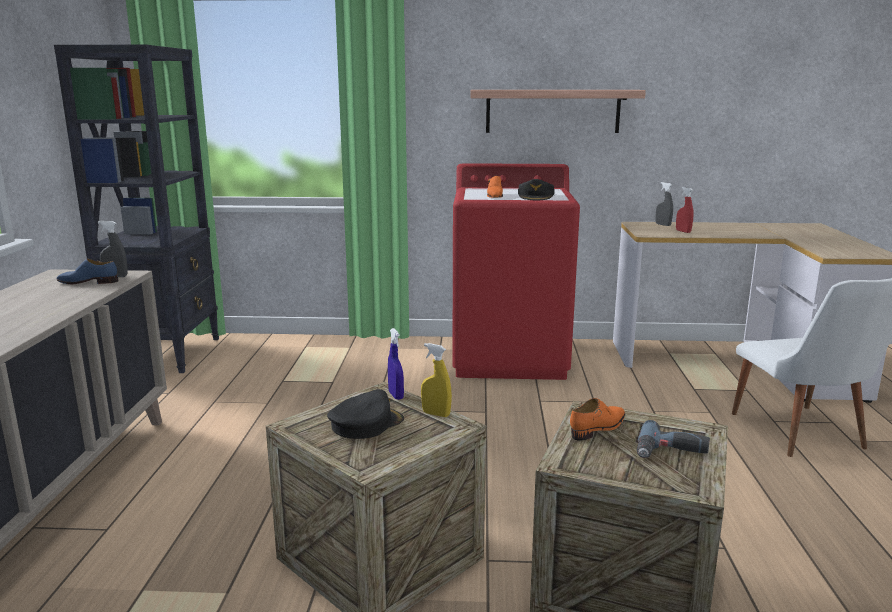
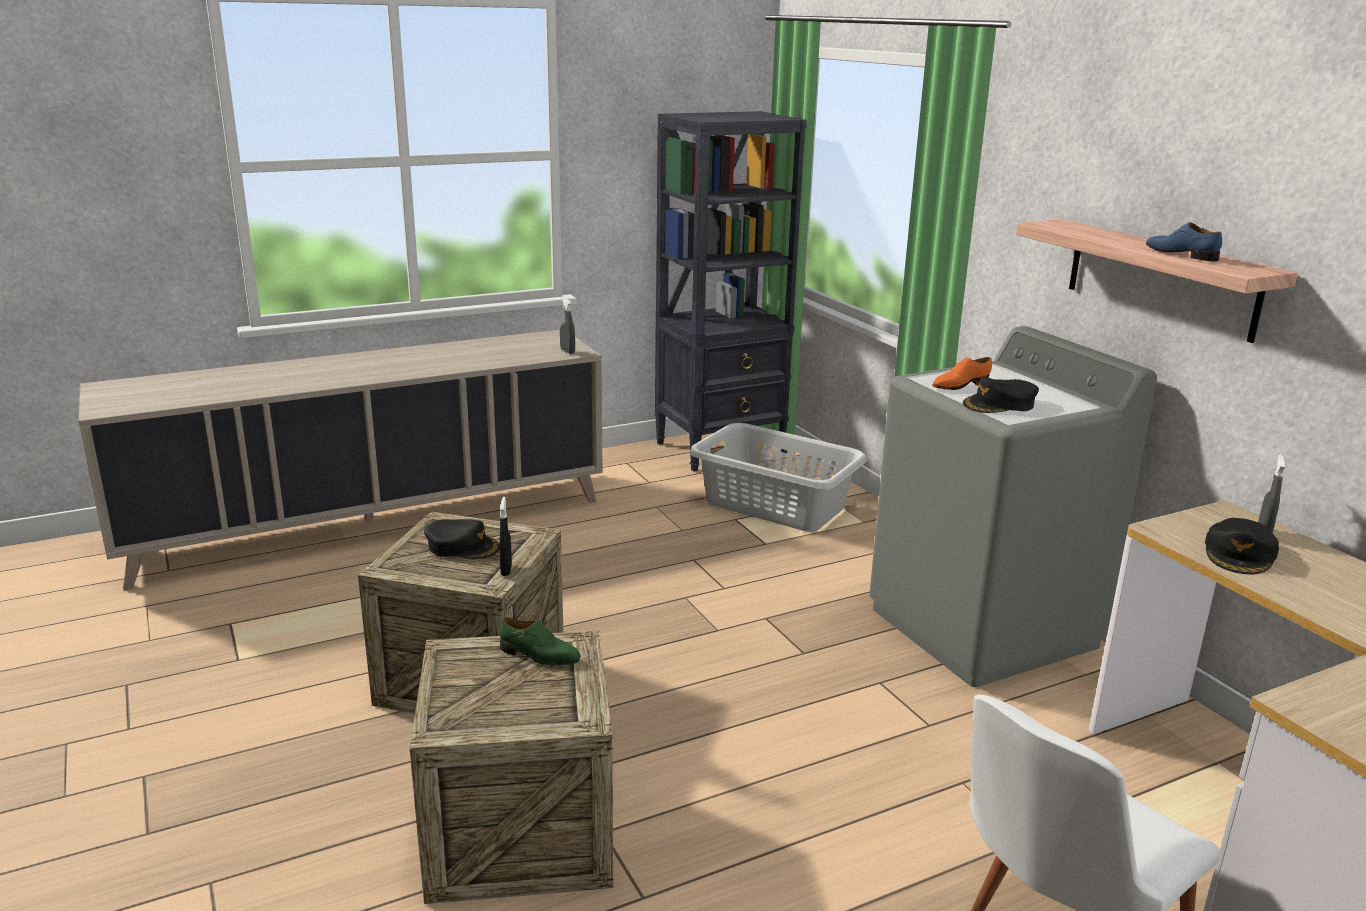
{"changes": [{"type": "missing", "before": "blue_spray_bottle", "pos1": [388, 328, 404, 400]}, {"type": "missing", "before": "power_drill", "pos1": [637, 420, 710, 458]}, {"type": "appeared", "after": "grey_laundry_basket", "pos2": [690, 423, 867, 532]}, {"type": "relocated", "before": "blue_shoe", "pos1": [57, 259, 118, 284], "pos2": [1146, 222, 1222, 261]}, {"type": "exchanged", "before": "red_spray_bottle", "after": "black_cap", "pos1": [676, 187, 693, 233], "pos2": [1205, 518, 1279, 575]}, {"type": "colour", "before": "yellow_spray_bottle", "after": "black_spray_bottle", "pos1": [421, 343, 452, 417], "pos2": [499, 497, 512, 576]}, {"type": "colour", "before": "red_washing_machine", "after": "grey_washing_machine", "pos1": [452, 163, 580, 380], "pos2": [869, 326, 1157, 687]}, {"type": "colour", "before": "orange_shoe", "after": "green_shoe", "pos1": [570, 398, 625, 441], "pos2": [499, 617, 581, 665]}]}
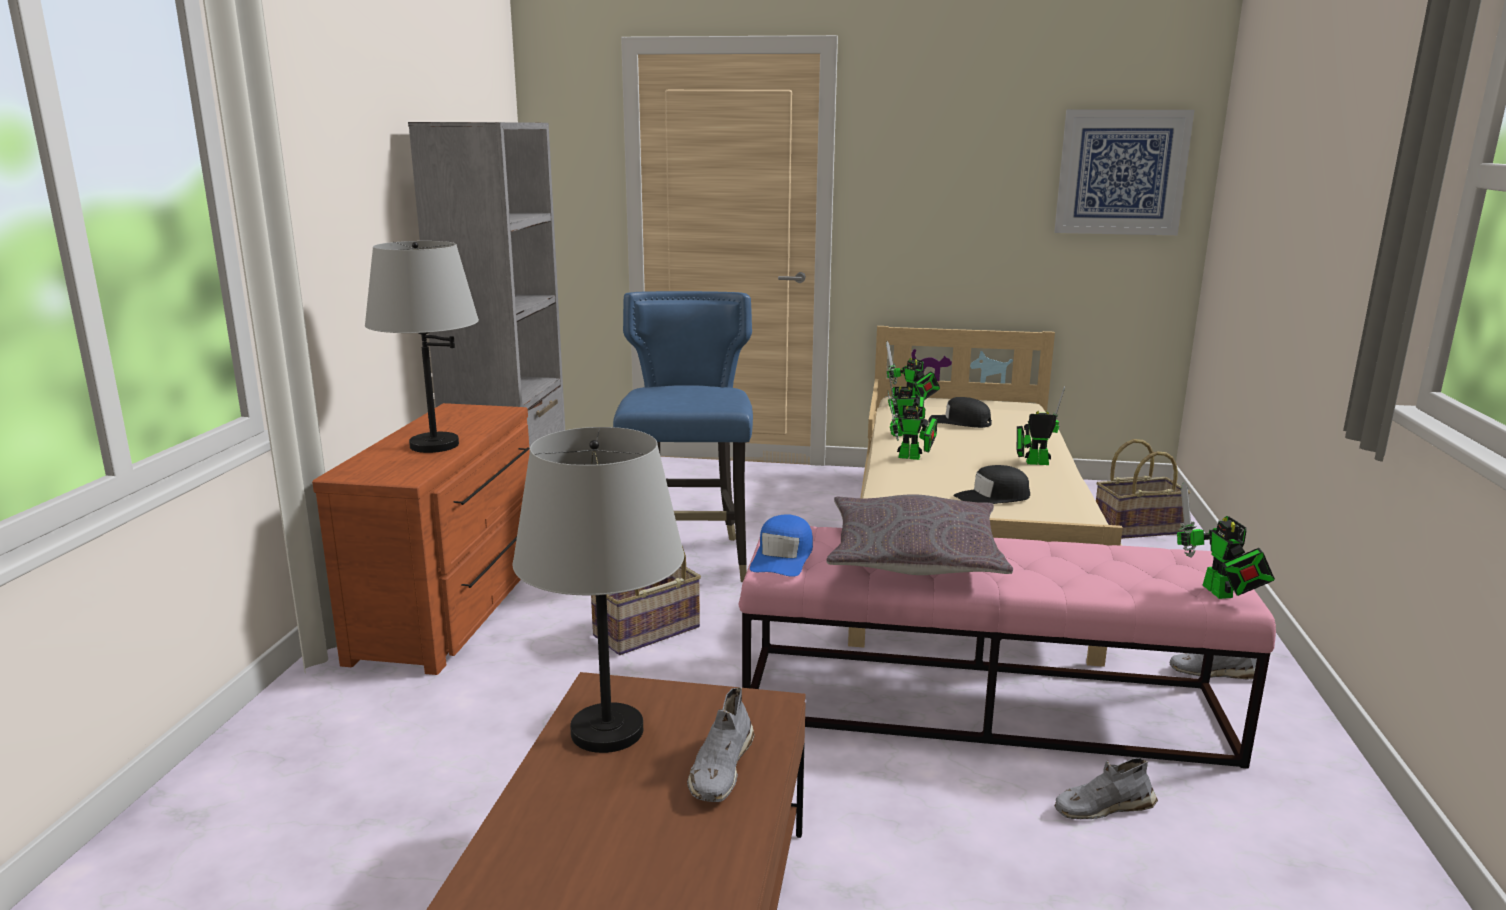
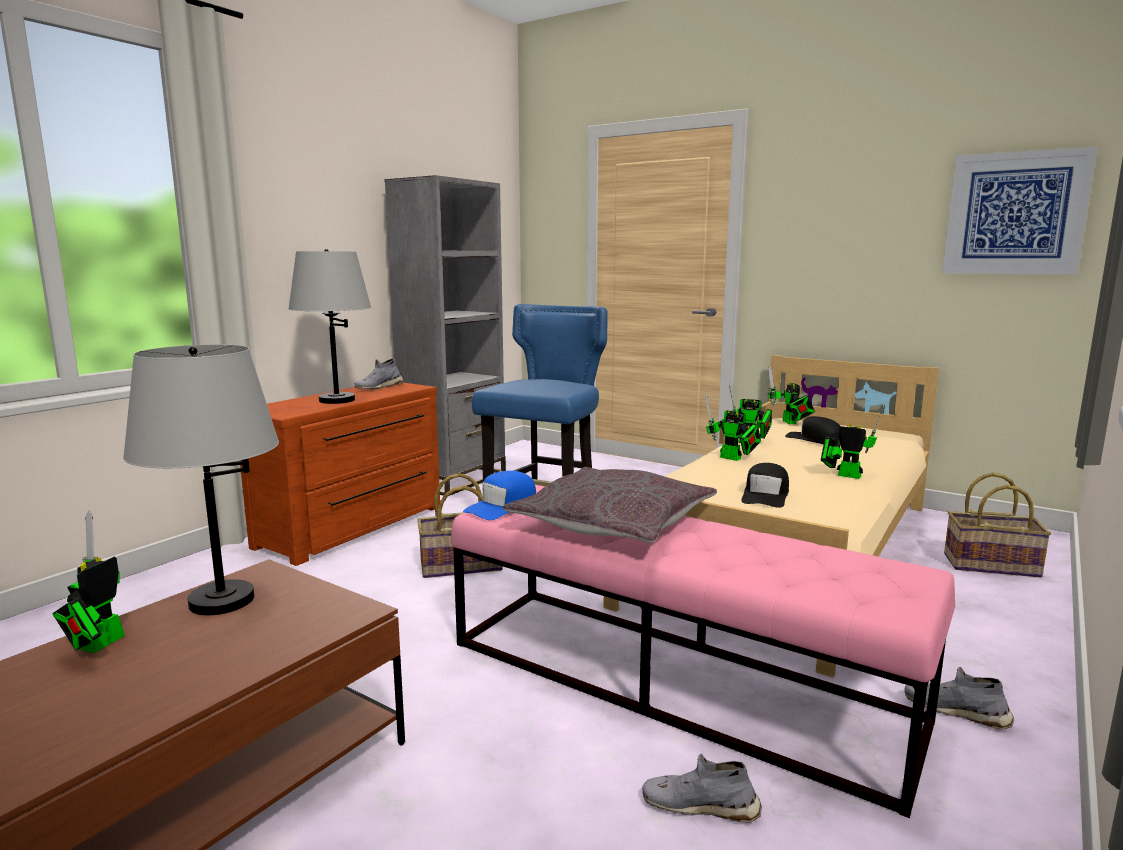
{"changes": [{"type": "relocated", "before": "grey_shoe", "pos1": [687, 687, 755, 802], "pos2": [354, 359, 404, 389]}, {"type": "relocated", "before": "toy_robot", "pos1": [1177, 482, 1275, 599], "pos2": [53, 511, 125, 653]}, {"type": "spun", "before": "black_cap", "pos1": [953, 465, 1030, 504], "pos2": [741, 463, 789, 508], "turn": -75}]}
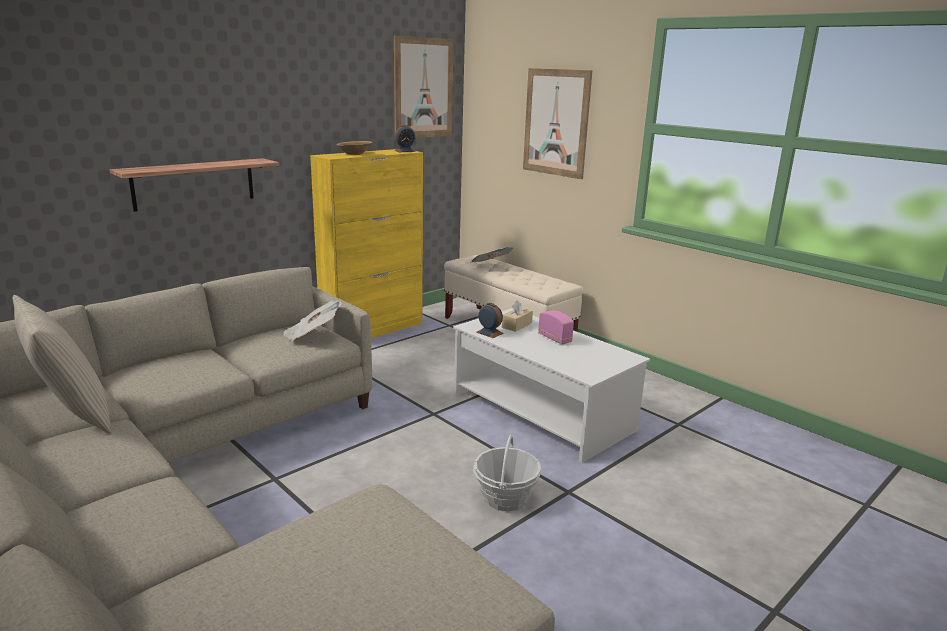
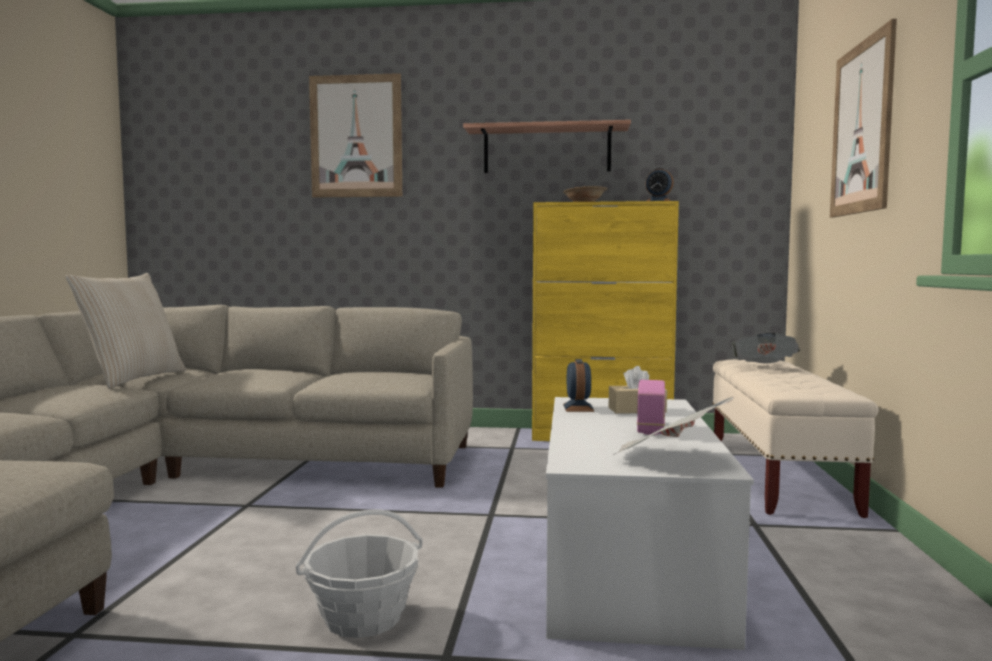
{"changes": [{"type": "relocated", "before": "shelf", "pos1": [110, 158, 279, 212], "pos2": [463, 120, 631, 173]}, {"type": "relocated", "before": "newspaper", "pos1": [283, 301, 342, 341], "pos2": [613, 397, 734, 455]}, {"type": "relocated", "before": "picture", "pos1": [394, 36, 454, 138], "pos2": [309, 73, 402, 198]}]}
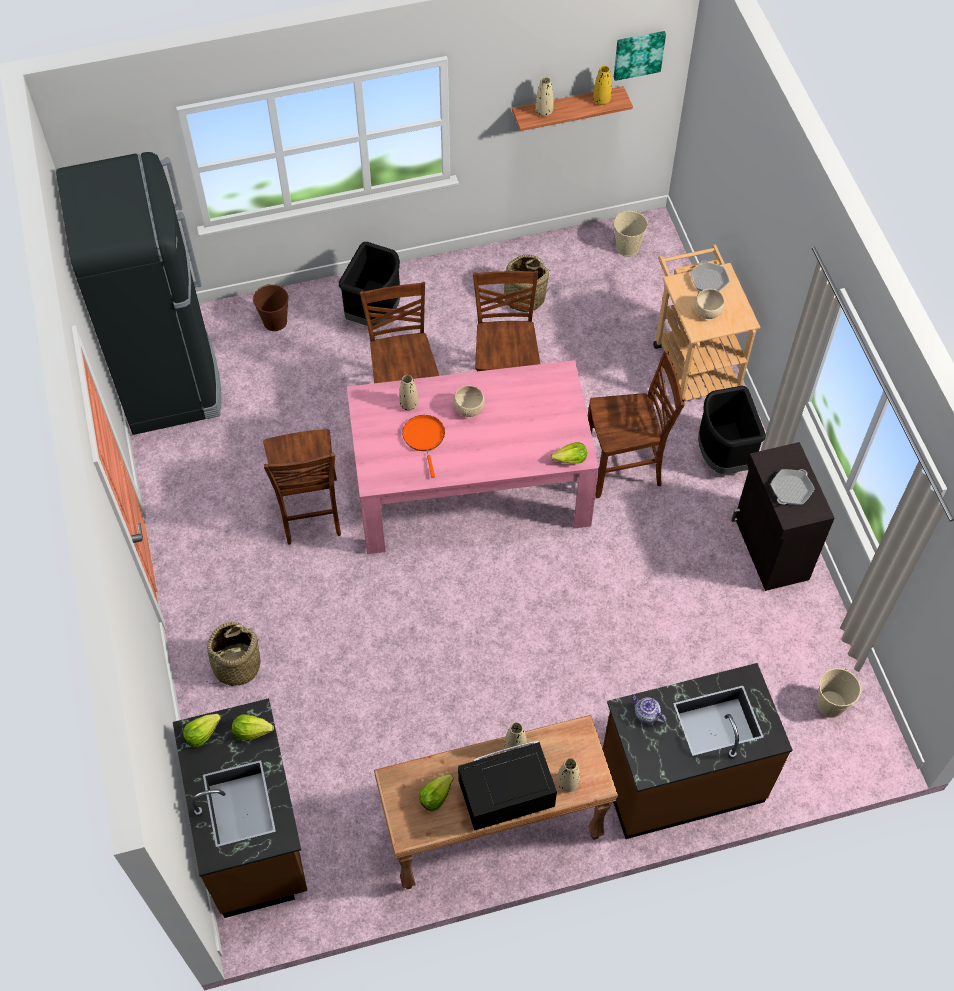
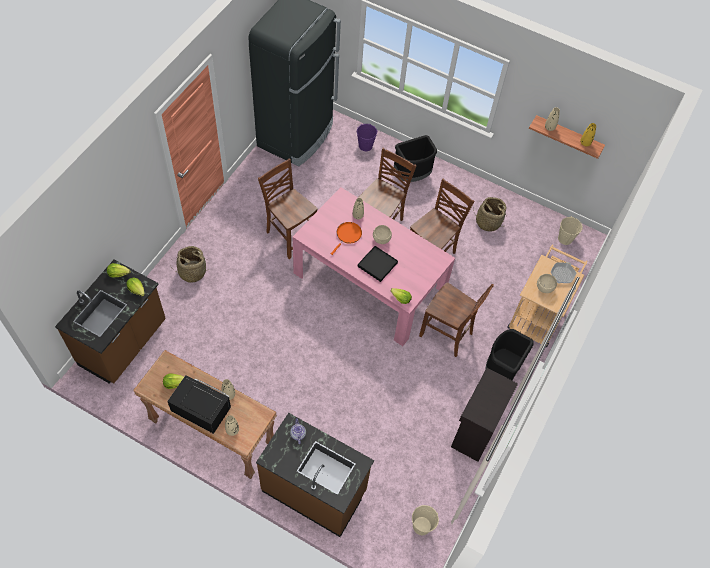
{"changes": [{"type": "missing", "before": "picture", "pos1": [614, 31, 666, 81]}, {"type": "missing", "before": "frying_pan", "pos1": [770, 469, 815, 505]}, {"type": "appeared", "after": "black_tray", "pos2": [357, 246, 398, 282]}, {"type": "colour", "before": "brown_bucket", "after": "purple_bucket", "pos1": [253, 284, 289, 331], "pos2": [356, 123, 378, 151]}, {"type": "spun", "before": "brown_chair", "pos1": [263, 429, 341, 545], "pos2": [258, 158, 318, 259], "turn": 105}]}
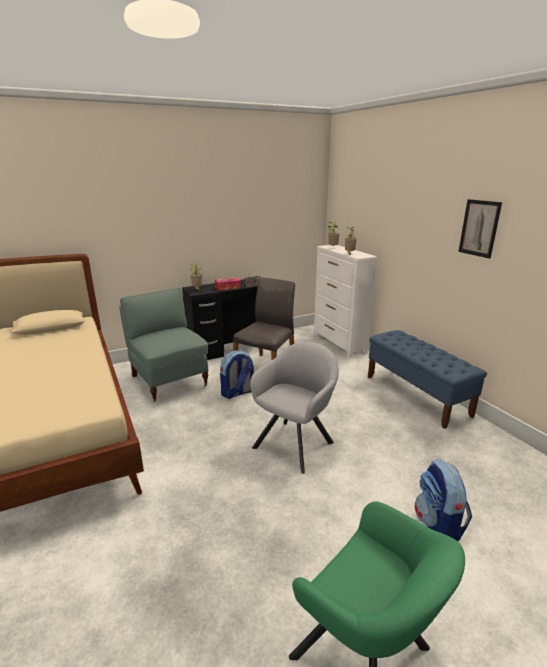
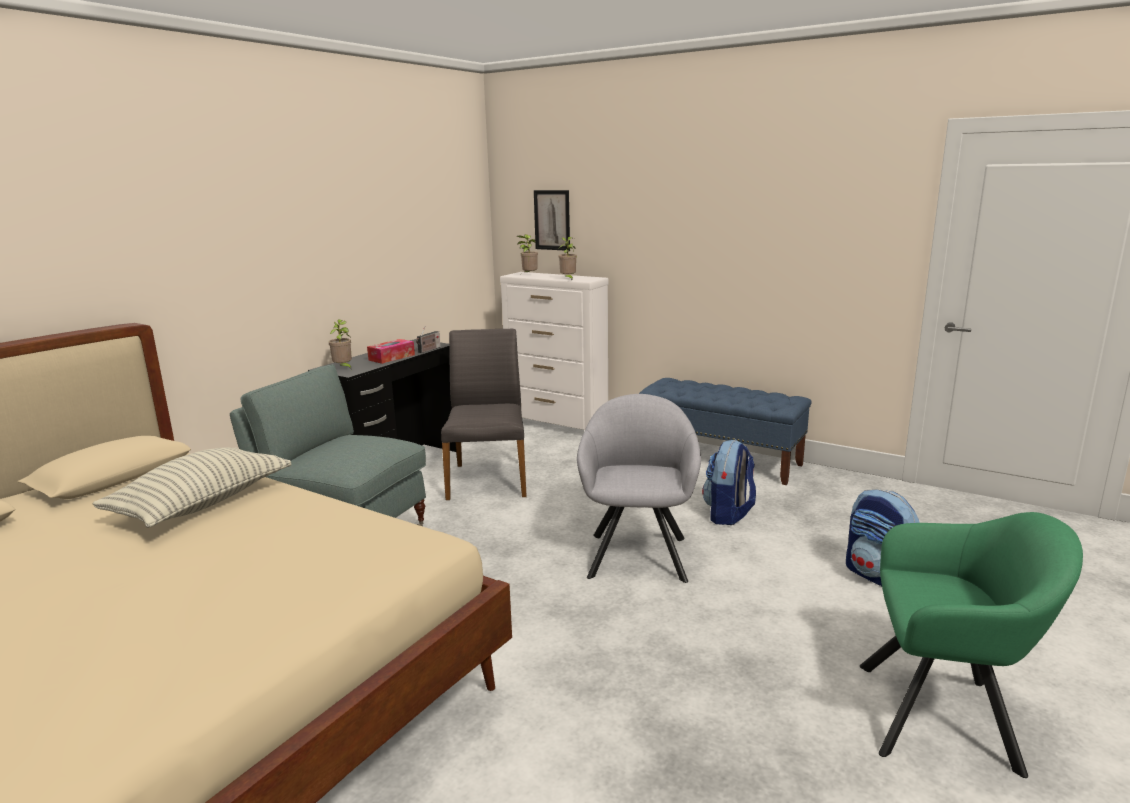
{"changes": [{"type": "appeared", "after": "pillow", "pos2": [92, 447, 291, 528]}, {"type": "relocated", "before": "backpack", "pos1": [220, 350, 254, 399], "pos2": [702, 439, 756, 525]}, {"type": "relocated", "before": "picture", "pos1": [458, 199, 502, 259], "pos2": [534, 190, 570, 251]}]}
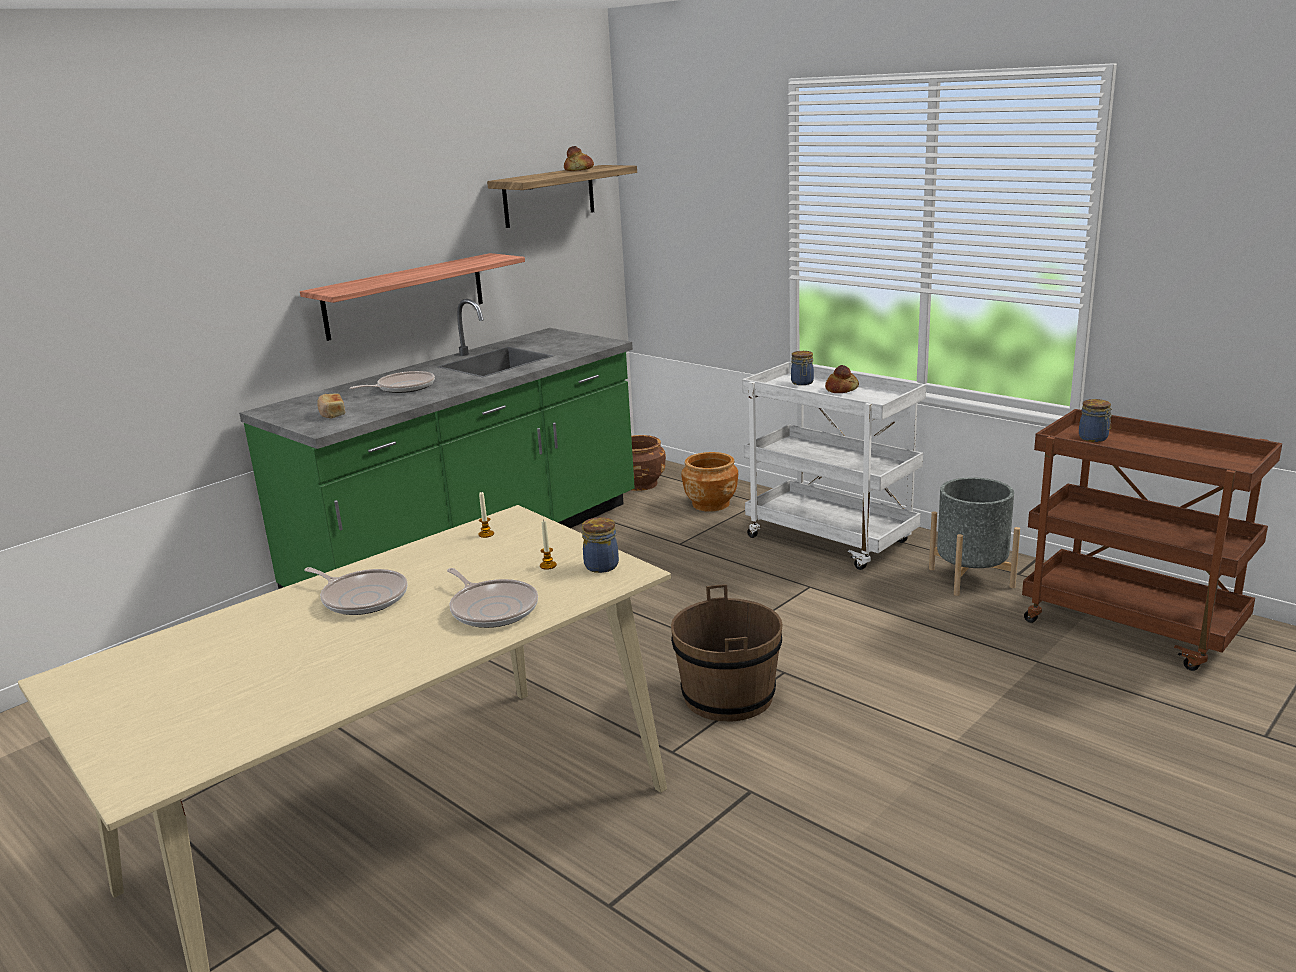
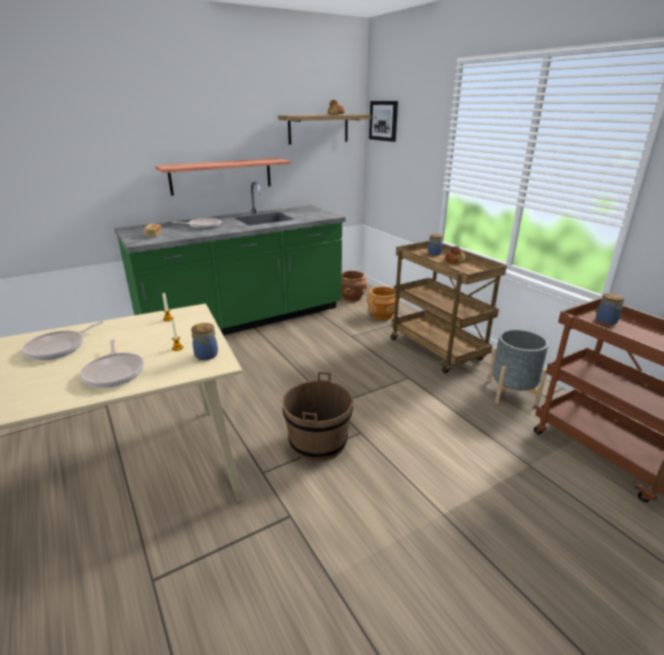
{"changes": [{"type": "appeared", "after": "picture", "pos2": [369, 101, 398, 142]}, {"type": "colour", "before": "white_cart", "after": "brown_cart", "pos1": [742, 362, 926, 570], "pos2": [391, 241, 507, 373]}, {"type": "spun", "before": "frying_pan", "pos1": [304, 567, 408, 615], "pos2": [22, 321, 104, 360], "turn": 75}]}
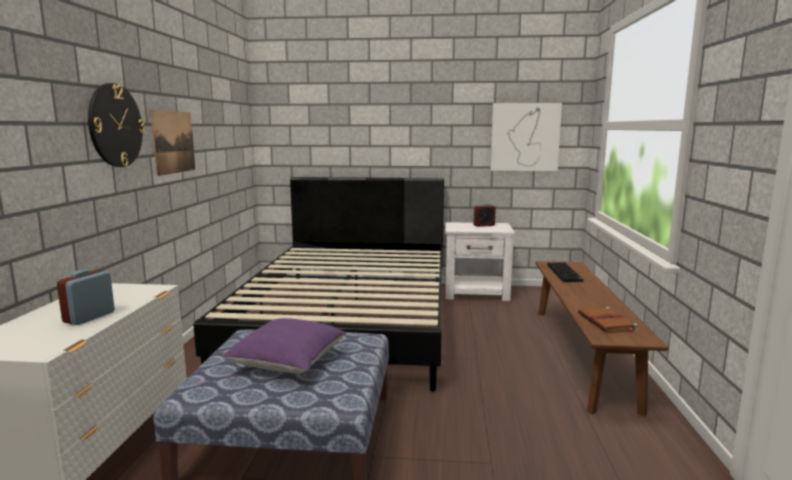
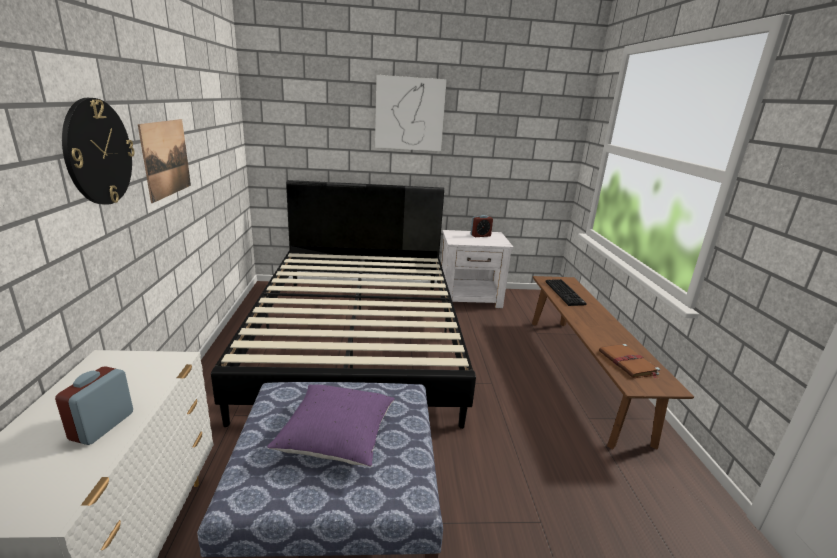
{"changes": [{"type": "relocated", "before": "picture", "pos1": [490, 103, 562, 171], "pos2": [375, 75, 447, 151]}]}
